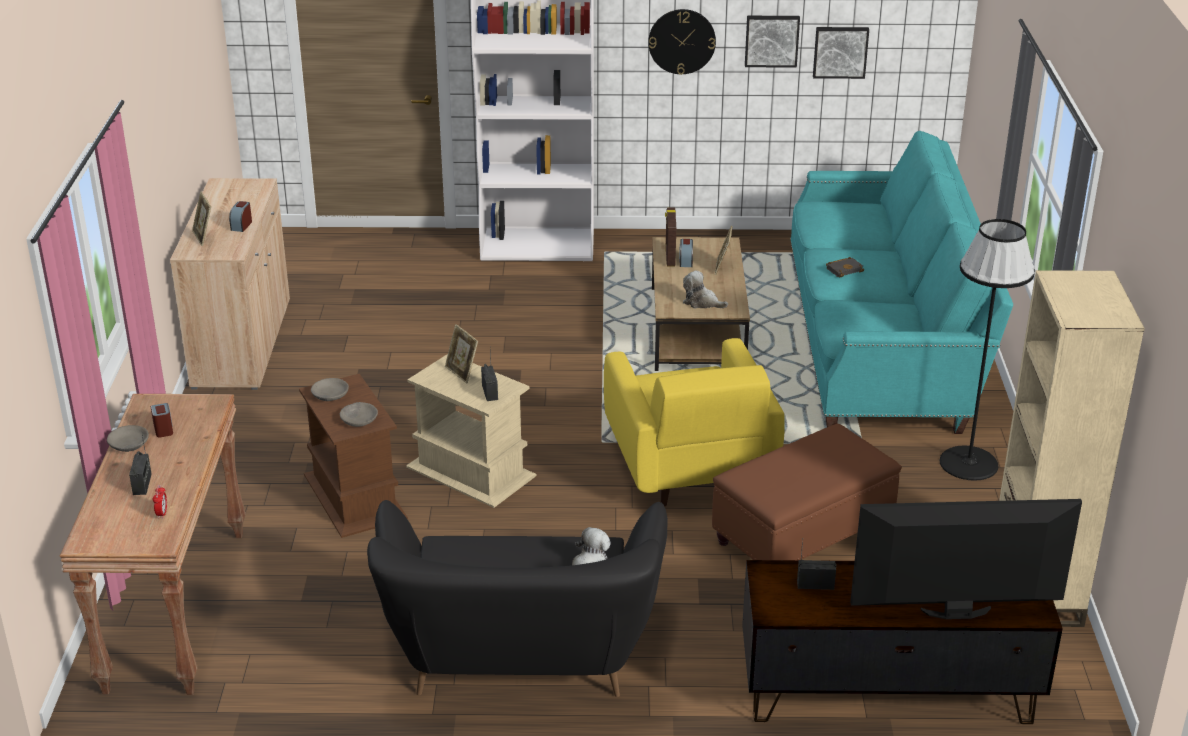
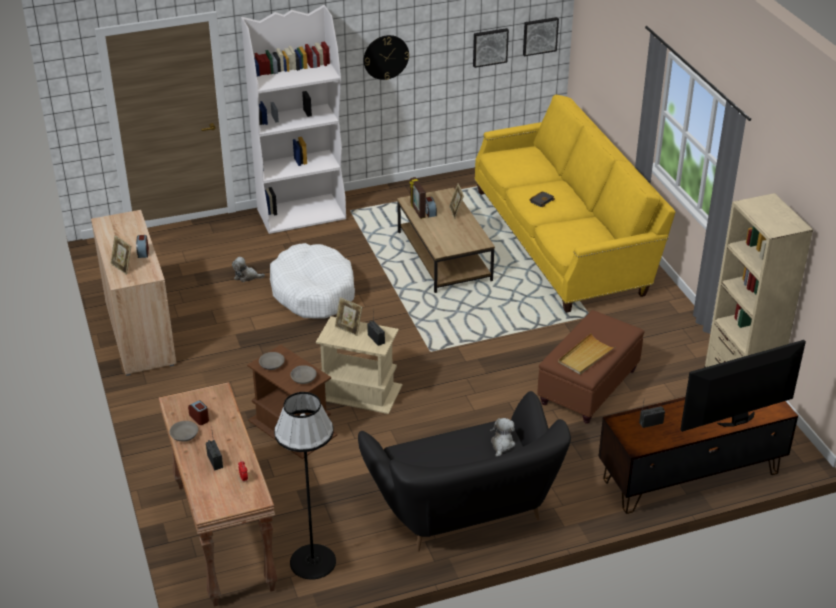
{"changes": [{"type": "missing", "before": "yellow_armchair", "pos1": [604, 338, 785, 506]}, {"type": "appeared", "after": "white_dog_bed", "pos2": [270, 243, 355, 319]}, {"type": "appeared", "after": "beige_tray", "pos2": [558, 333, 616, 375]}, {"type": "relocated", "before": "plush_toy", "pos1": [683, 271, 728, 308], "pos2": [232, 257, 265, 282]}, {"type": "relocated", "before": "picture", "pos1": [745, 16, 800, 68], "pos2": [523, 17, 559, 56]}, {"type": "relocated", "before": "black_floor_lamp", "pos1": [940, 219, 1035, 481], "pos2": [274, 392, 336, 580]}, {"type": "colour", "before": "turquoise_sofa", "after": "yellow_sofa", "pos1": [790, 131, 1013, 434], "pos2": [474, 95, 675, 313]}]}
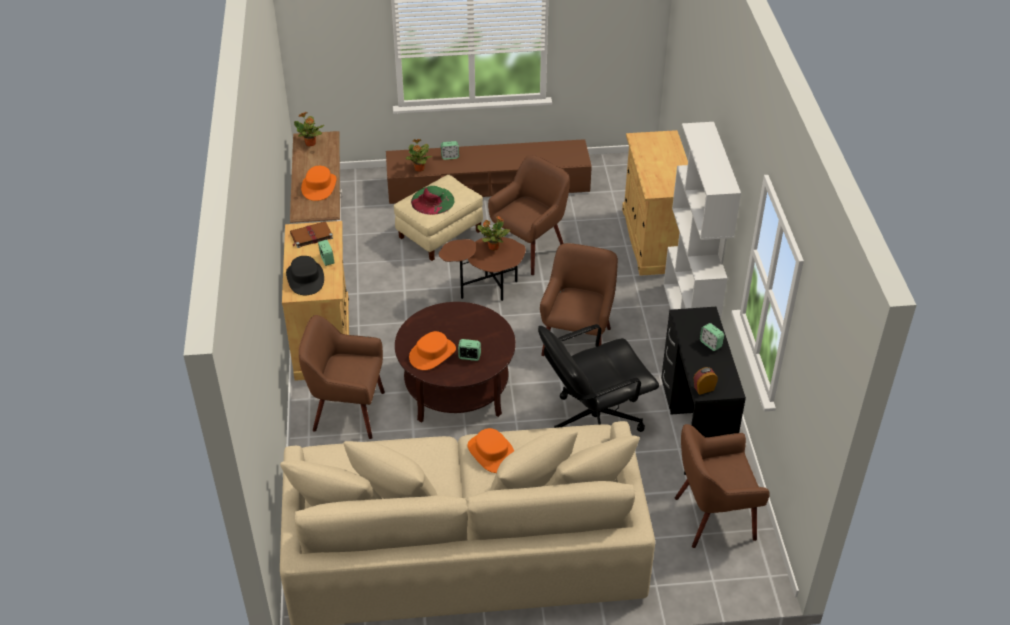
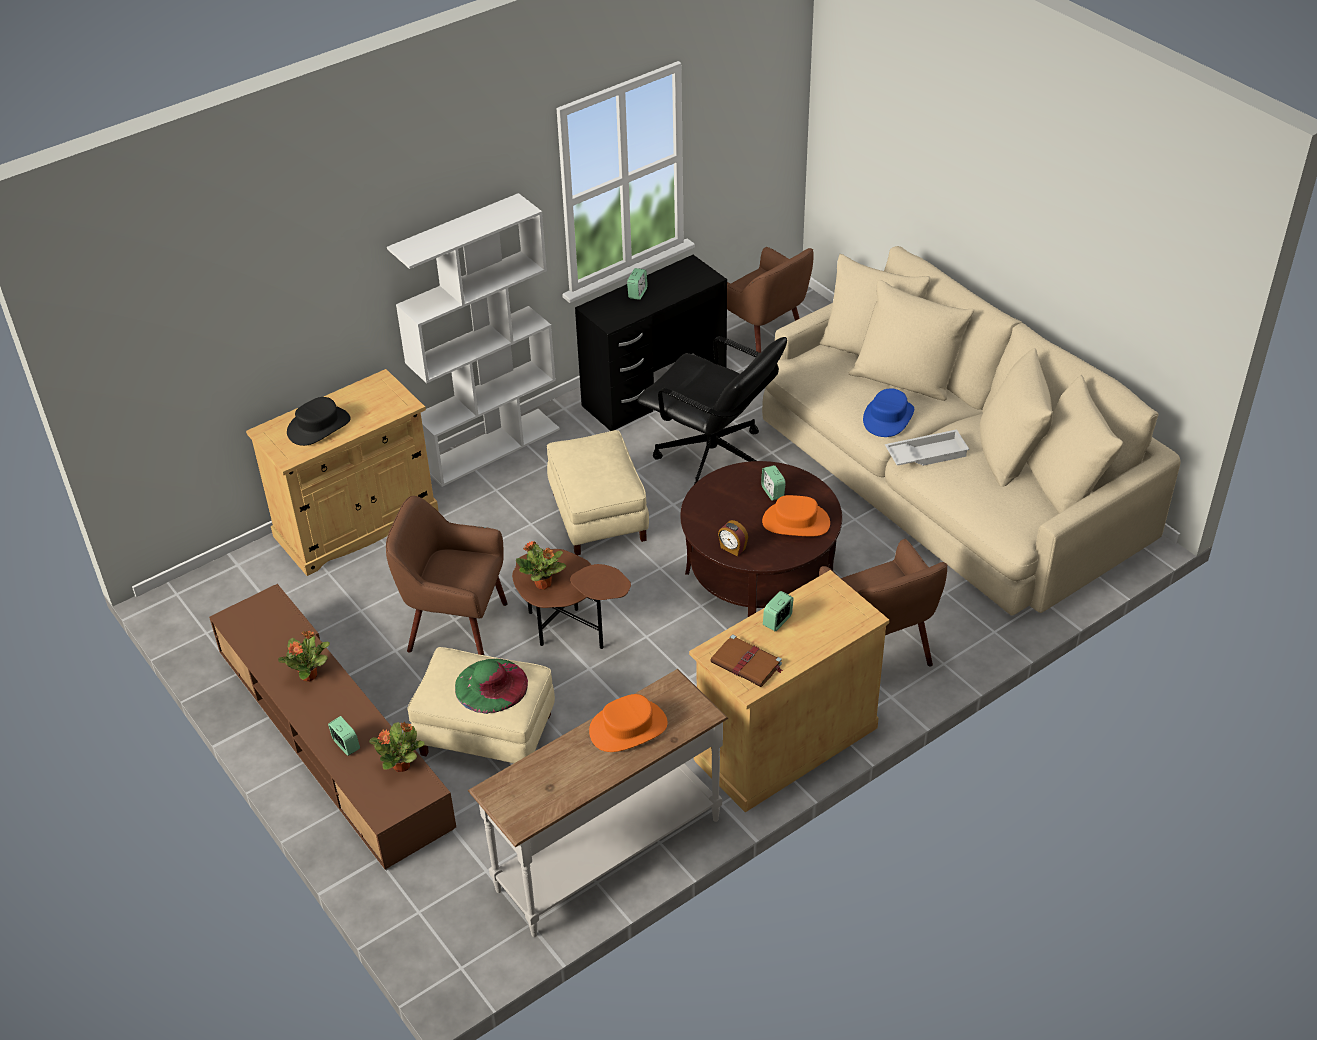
{"changes": [{"type": "appeared", "after": "white_tray", "pos2": [885, 429, 969, 466]}, {"type": "relocated", "before": "black_hat", "pos1": [286, 256, 324, 295], "pos2": [287, 397, 350, 446]}, {"type": "relocated", "before": "potted_plant", "pos1": [294, 112, 324, 147], "pos2": [278, 631, 330, 682]}, {"type": "relocated", "before": "alarm_clock", "pos1": [694, 367, 718, 395], "pos2": [718, 520, 748, 557]}, {"type": "exchanged", "before": "brown_armchair", "after": "beige_ottoman", "pos1": [540, 243, 618, 356], "pos2": [547, 430, 649, 555]}, {"type": "colour", "before": "orange_hat", "after": "blue_hat", "pos1": [467, 428, 514, 473], "pos2": [863, 388, 914, 437]}]}
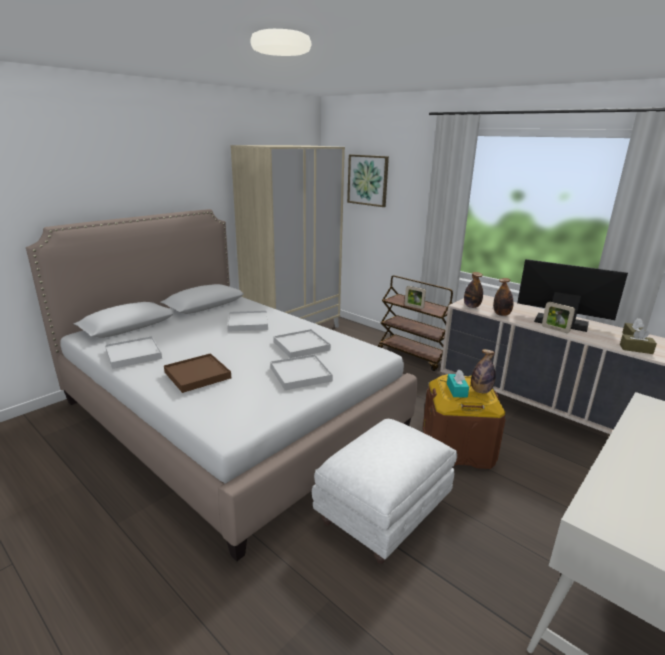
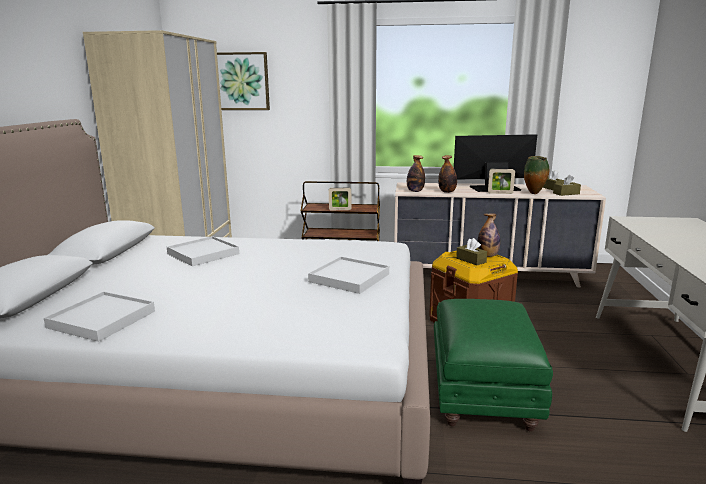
{"changes": [{"type": "missing", "before": "brown_tray", "pos1": [164, 353, 231, 393]}, {"type": "missing", "before": "white_tray", "pos1": [273, 329, 331, 358]}, {"type": "appeared", "after": "vase", "pos2": [524, 156, 549, 194]}, {"type": "colour", "before": "white_ottoman", "after": "green_ottoman", "pos1": [312, 419, 457, 564], "pos2": [434, 299, 553, 431]}, {"type": "colour", "before": "turquoise_tissue_box", "after": "brown_tissue_box", "pos1": [447, 369, 469, 397], "pos2": [456, 238, 487, 265]}]}
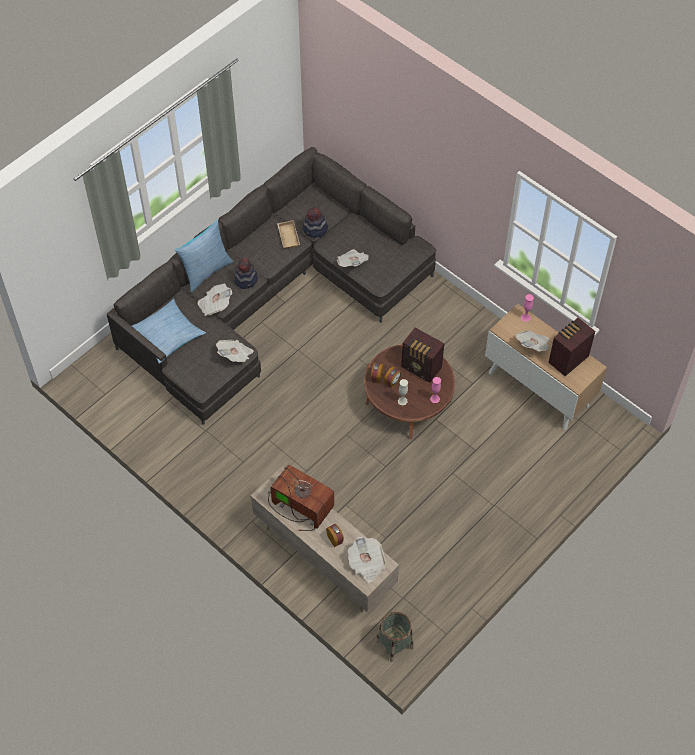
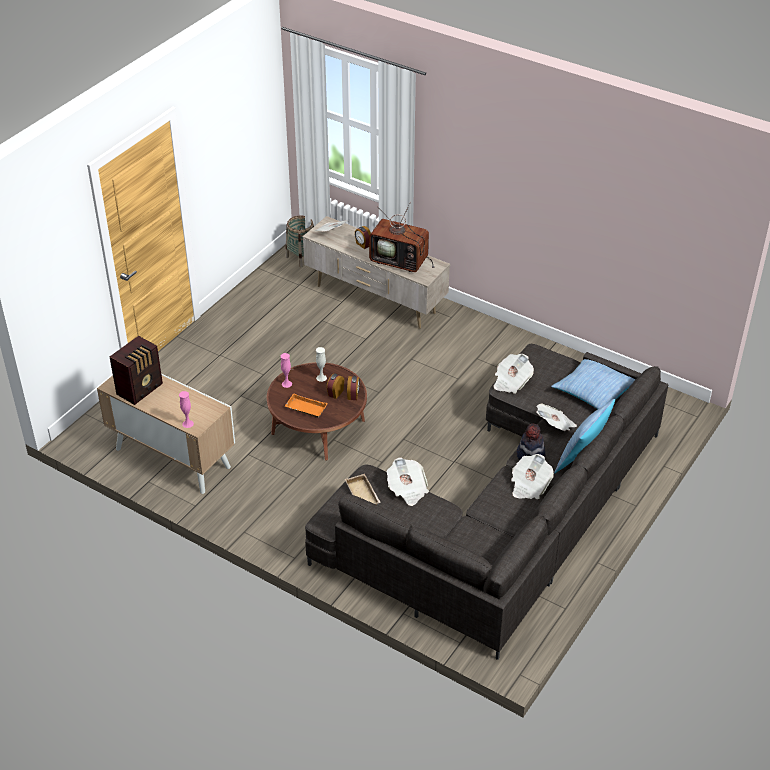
{"changes": [{"type": "missing", "before": "hat", "pos1": [303, 207, 328, 238]}, {"type": "relocated", "before": "beige_tray", "pos1": [277, 220, 300, 249], "pos2": [345, 474, 381, 505]}, {"type": "relocated", "before": "newspaper", "pos1": [516, 330, 550, 352], "pos2": [511, 454, 554, 499]}, {"type": "exchanged", "before": "radio", "after": "orange_tray", "pos1": [401, 328, 444, 383], "pos2": [285, 393, 328, 418]}]}
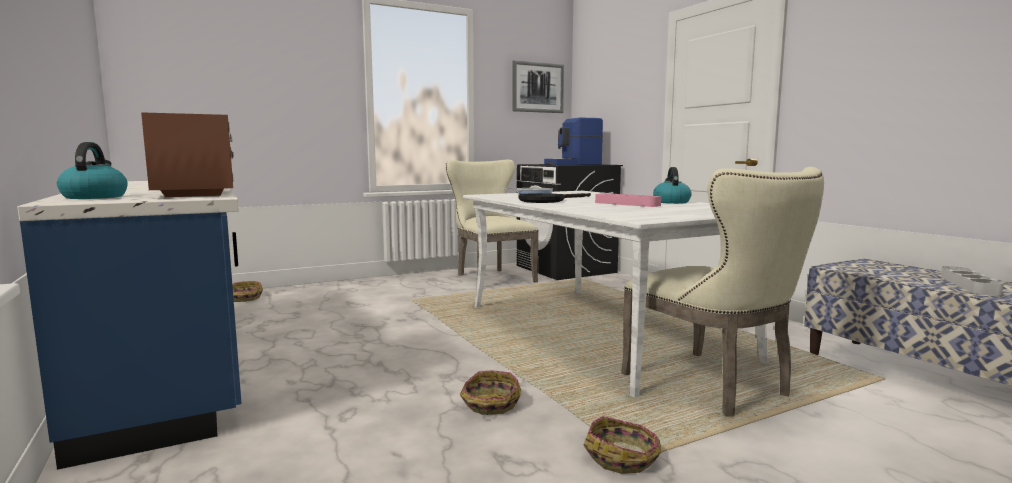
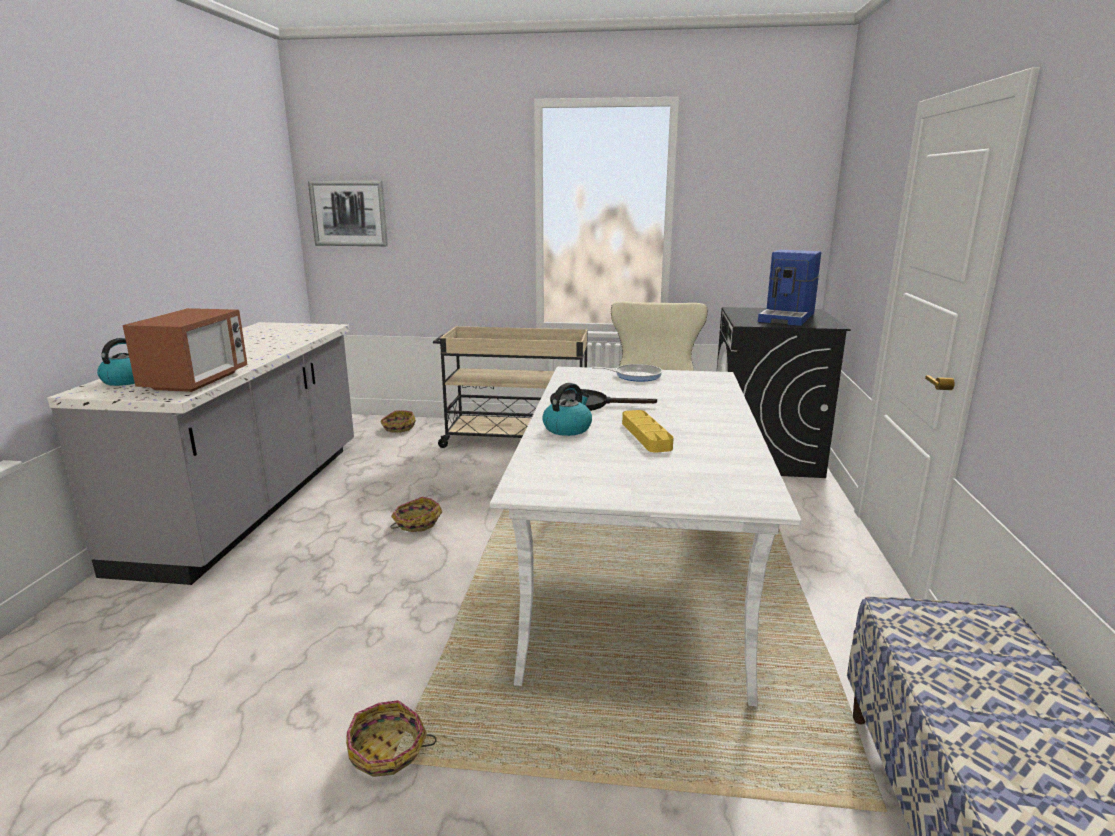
{"changes": [{"type": "missing", "before": "beige_chair", "pos1": [621, 167, 824, 417]}, {"type": "missing", "before": "grey_tray", "pos1": [941, 266, 1004, 296]}, {"type": "appeared", "after": "beige_cart", "pos2": [433, 326, 588, 448]}, {"type": "relocated", "before": "basket", "pos1": [460, 370, 521, 415], "pos2": [390, 497, 443, 532]}, {"type": "relocated", "before": "picture", "pos1": [512, 60, 564, 113], "pos2": [308, 181, 388, 246]}, {"type": "relocated", "before": "kettle", "pos1": [653, 167, 692, 204], "pos2": [542, 383, 592, 436]}, {"type": "colour", "before": "blue_counter", "after": "grey_counter", "pos1": [17, 181, 242, 470], "pos2": [47, 322, 354, 585]}, {"type": "colour", "before": "pink_tray", "after": "yellow_tray", "pos1": [595, 193, 661, 207], "pos2": [622, 410, 674, 453]}, {"type": "spun", "before": "coffee_machine", "pos1": [544, 117, 603, 165], "pos2": [758, 250, 821, 326], "turn": -75}]}
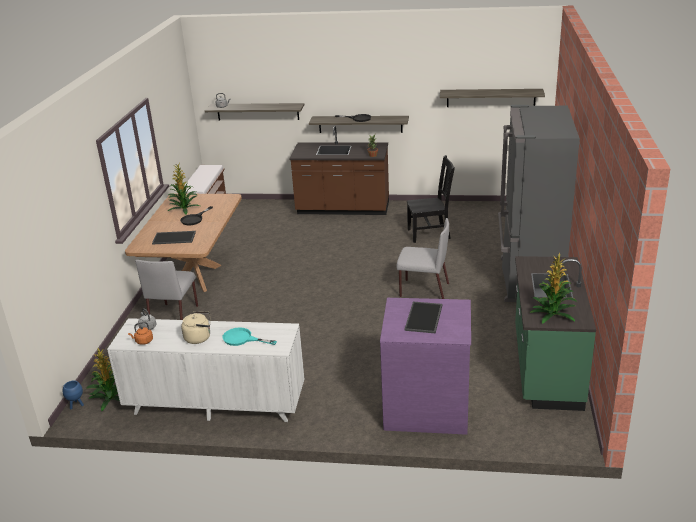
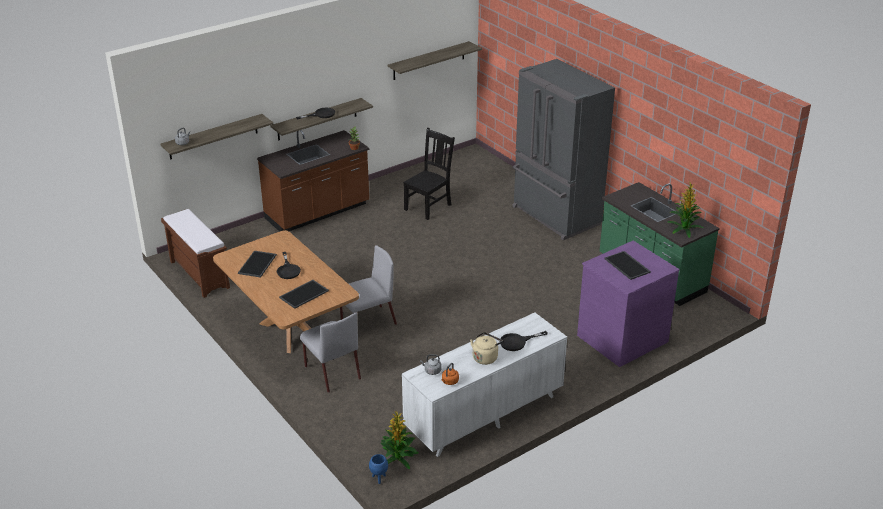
{"changes": [{"type": "relocated", "before": "grey_chair", "pos1": [396, 218, 449, 299], "pos2": [340, 245, 397, 325]}, {"type": "exchanged", "before": "potted_plant", "after": "tray", "pos1": [168, 163, 200, 215], "pos2": [238, 251, 277, 278]}, {"type": "colour", "before": "turquoise_frying_pan", "after": "black_frying_pan", "pos1": [223, 327, 277, 346], "pos2": [500, 331, 548, 351]}]}
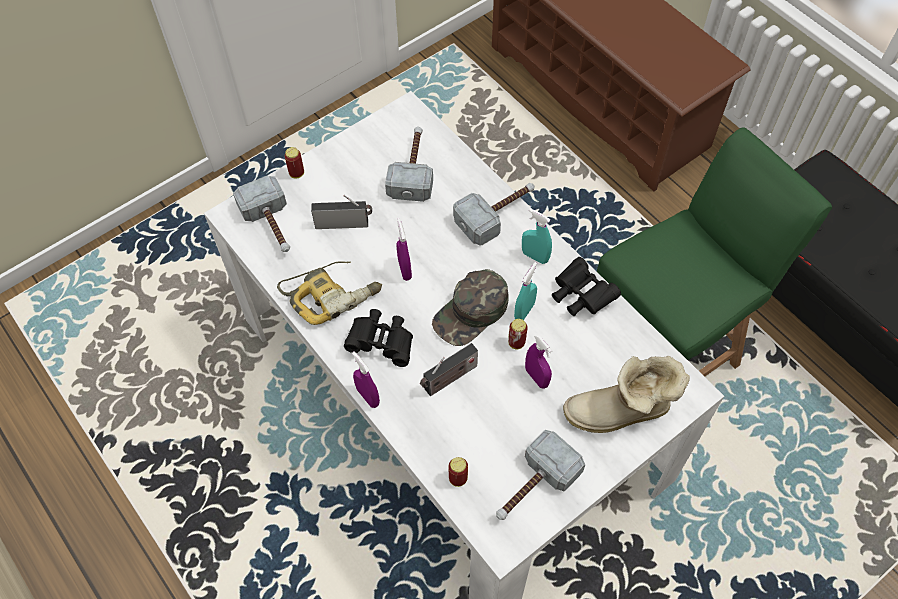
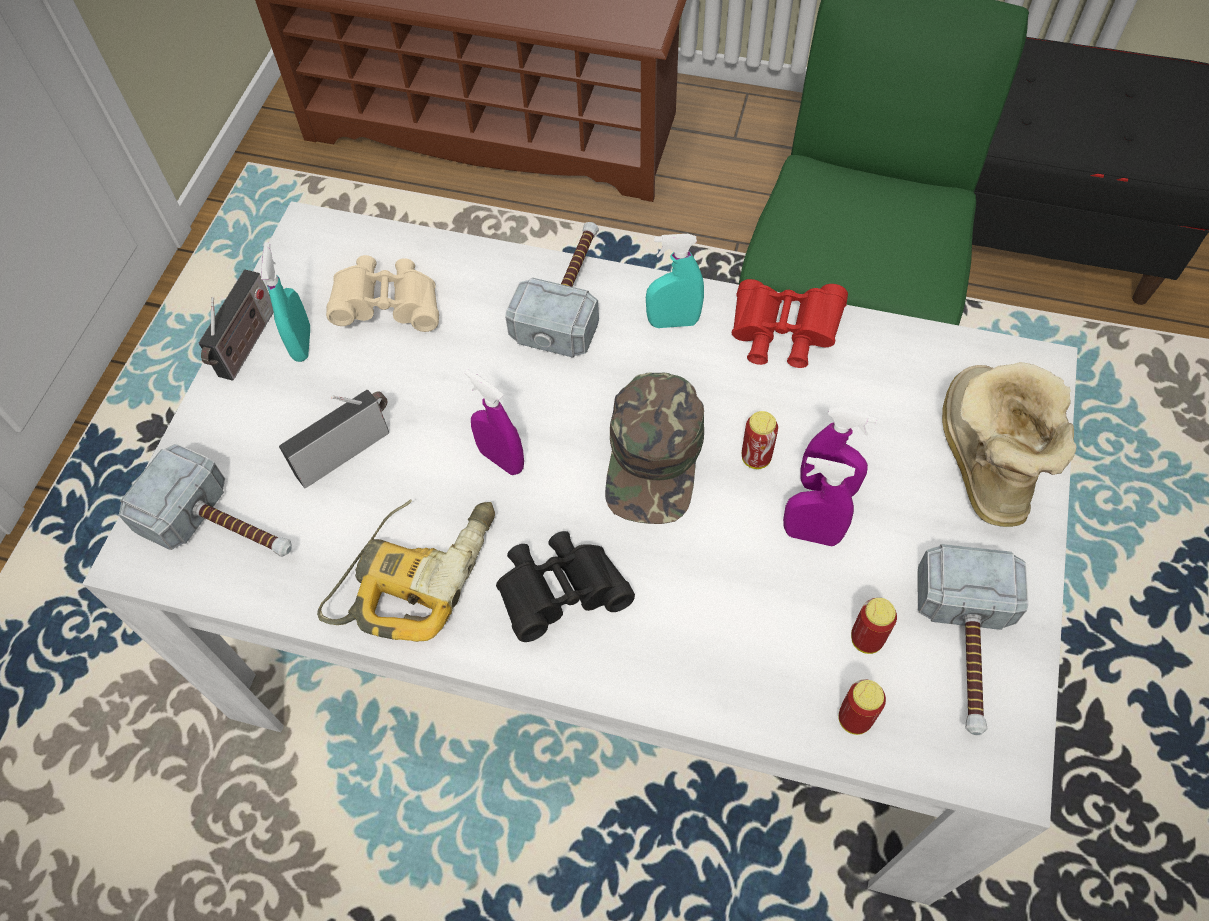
{"changes": [{"type": "relocated", "before": "can", "pos1": [285, 147, 304, 178], "pos2": [851, 598, 897, 654]}, {"type": "relocated", "before": "purple_spray_bottle", "pos1": [352, 351, 380, 408], "pos2": [783, 457, 855, 546]}, {"type": "relocated", "before": "radio", "pos1": [420, 343, 478, 396], "pos2": [199, 270, 274, 381]}, {"type": "relocated", "before": "turquoise_spray_bottle", "pos1": [514, 262, 537, 320], "pos2": [261, 242, 310, 362]}, {"type": "exchanged", "before": "hammer", "after": "beige_binoculars", "pos1": [385, 127, 433, 202], "pos2": [326, 255, 439, 332]}, {"type": "colour", "before": "black_binoculars", "after": "red_binoculars", "pos1": [552, 257, 621, 316], "pos2": [732, 279, 848, 368]}, {"type": "spun", "before": "boot", "pos1": [563, 356, 690, 433], "pos2": [942, 362, 1076, 527], "turn": 135}]}
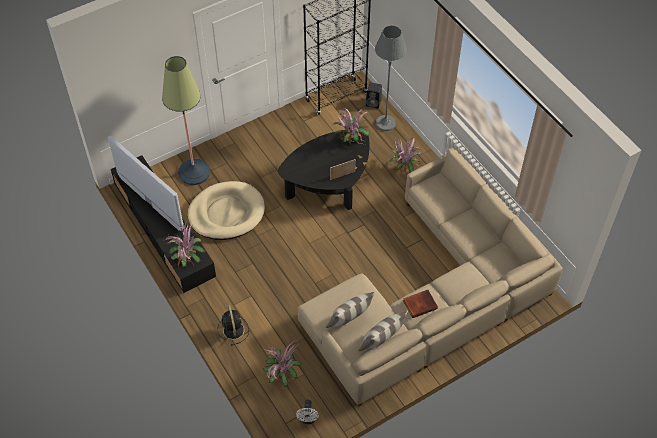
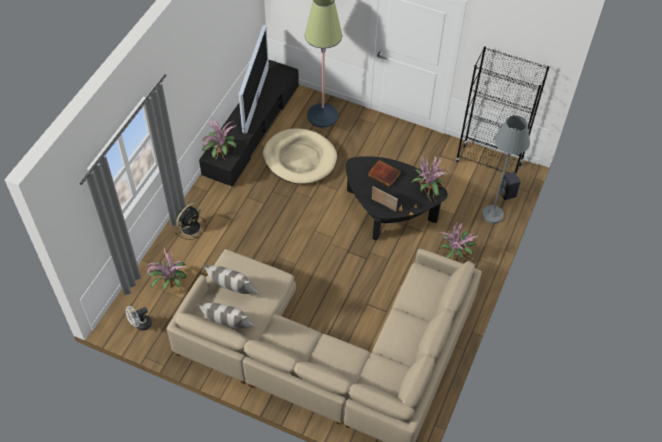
{"changes": [{"type": "relocated", "before": "book", "pos1": [403, 290, 438, 318], "pos2": [368, 160, 401, 187]}]}
